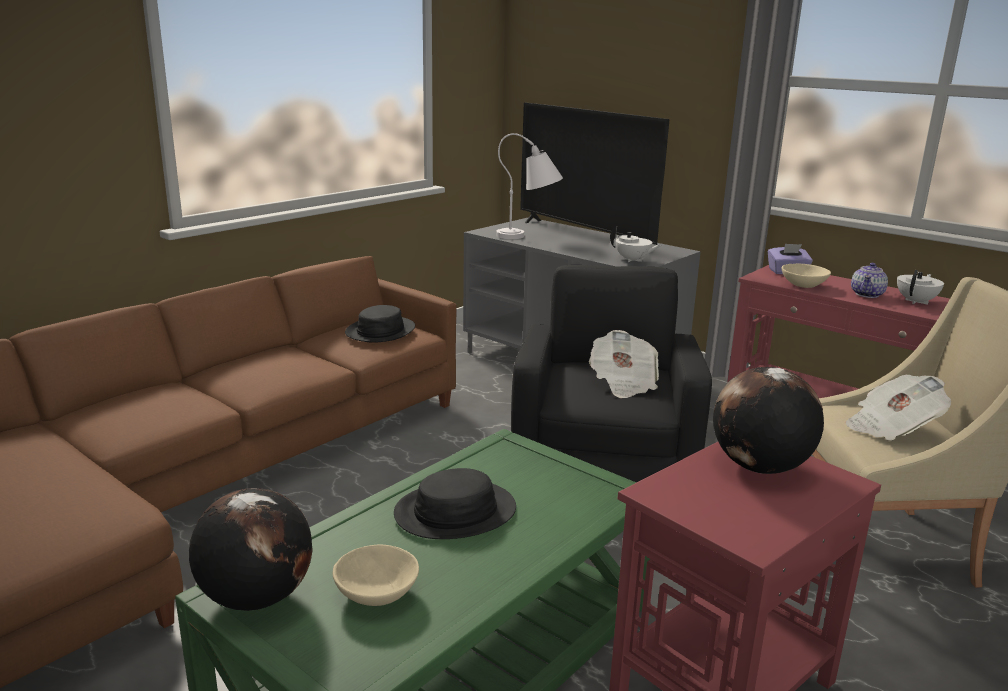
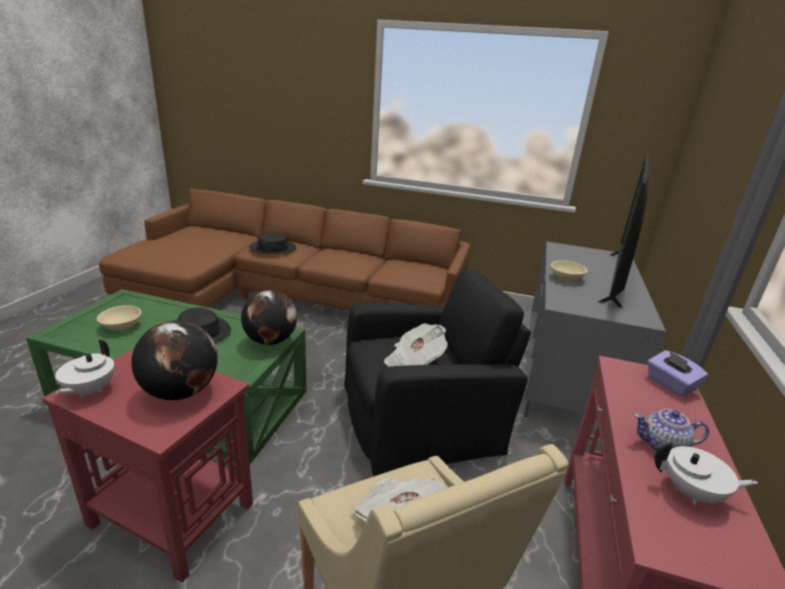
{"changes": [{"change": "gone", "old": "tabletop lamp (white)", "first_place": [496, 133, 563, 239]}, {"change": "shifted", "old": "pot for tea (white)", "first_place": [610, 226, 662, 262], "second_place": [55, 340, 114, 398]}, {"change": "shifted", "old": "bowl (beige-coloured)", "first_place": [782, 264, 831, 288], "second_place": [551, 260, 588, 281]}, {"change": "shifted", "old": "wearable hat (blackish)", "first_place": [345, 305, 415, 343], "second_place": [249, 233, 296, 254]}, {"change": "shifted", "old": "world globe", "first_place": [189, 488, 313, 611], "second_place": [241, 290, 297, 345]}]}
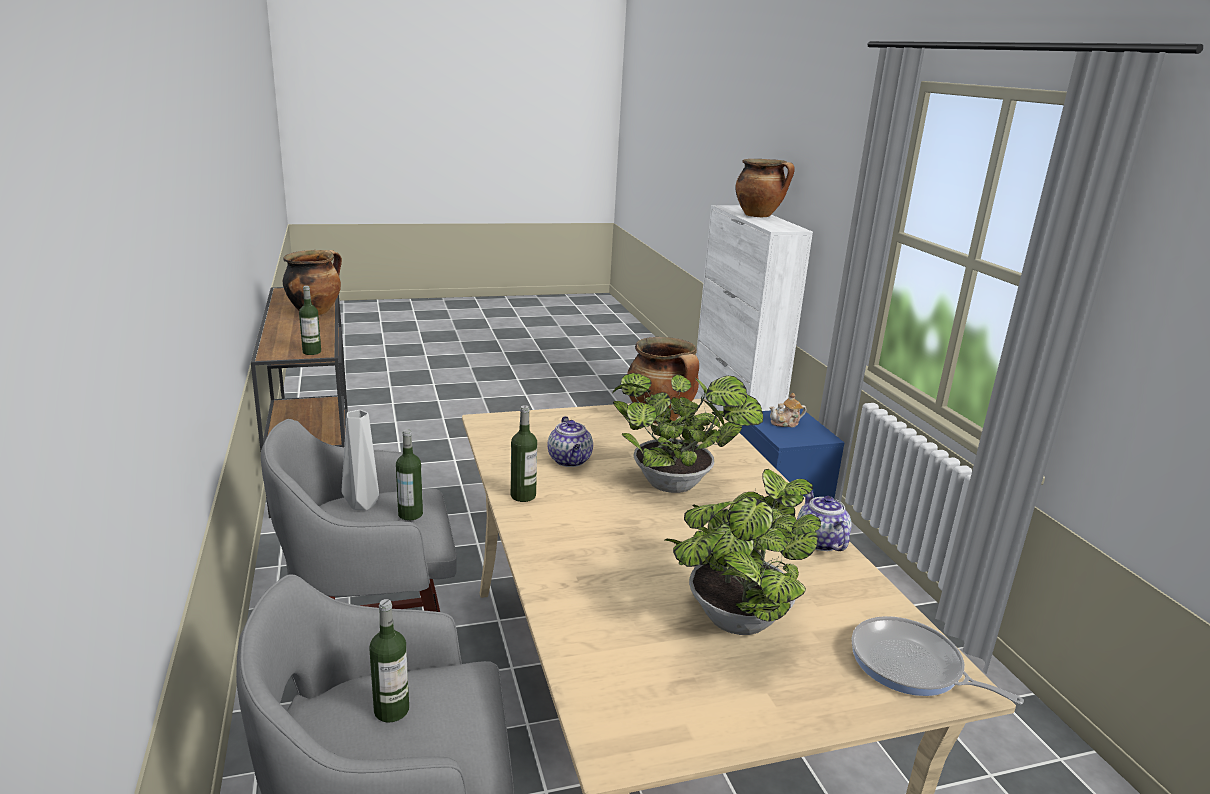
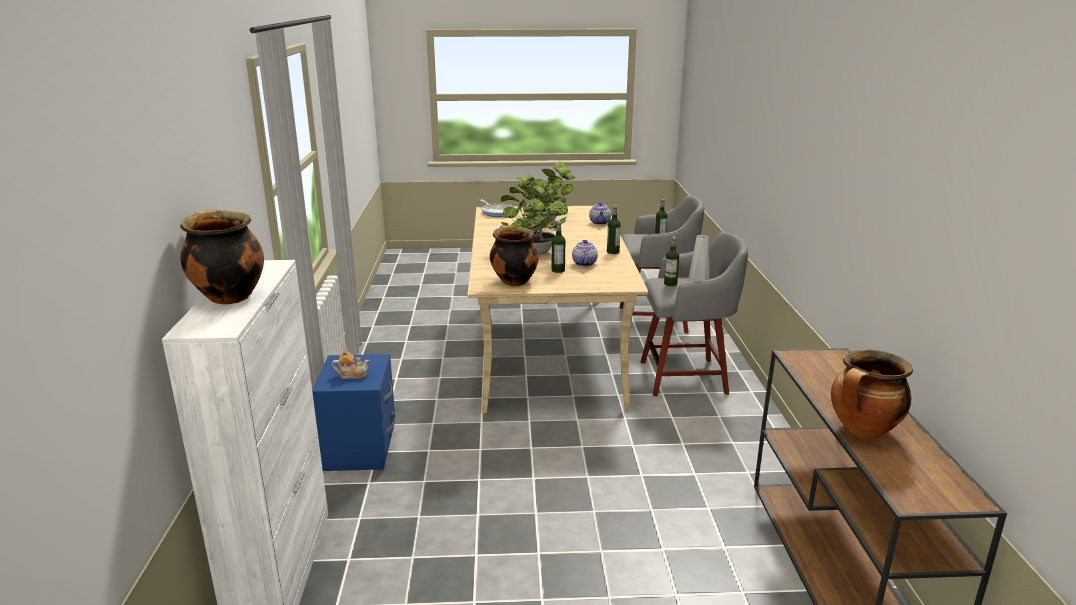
{"changes": [{"change": "shifted", "old": "beverage bottle", "first_place": [299, 286, 321, 355], "second_place": [552, 221, 565, 273]}, {"change": "shifted", "old": "pot for tea", "first_place": [797, 491, 852, 551], "second_place": [589, 202, 611, 225]}]}
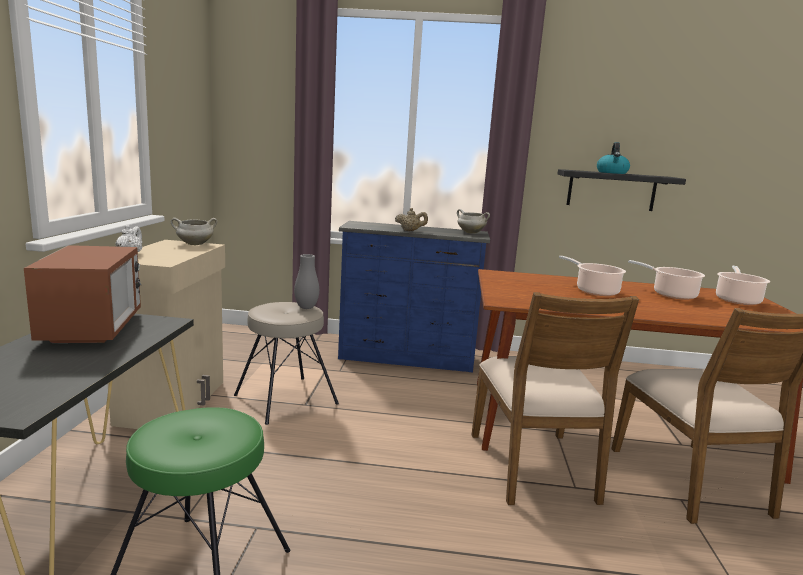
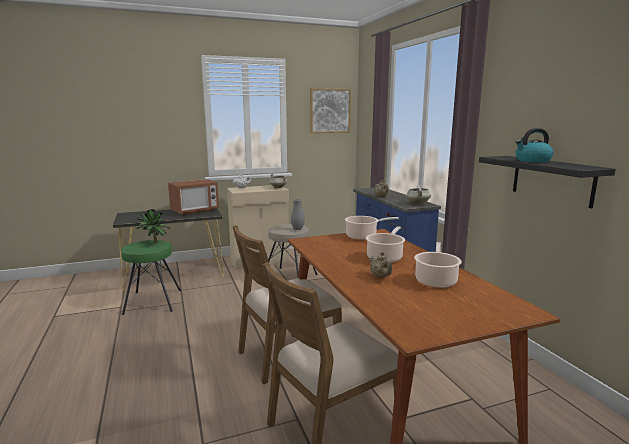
{"changes": [{"change": "shifted", "old": "saucepot", "first_place": [716, 266, 770, 305], "second_place": [345, 216, 399, 240]}, {"change": "new", "new": "picture", "second_place": [310, 88, 351, 133]}, {"change": "new", "new": "potted plant", "second_place": [136, 209, 170, 243]}, {"change": "new", "new": "pot for tea (beige-coloured)", "second_place": [369, 252, 392, 278]}]}
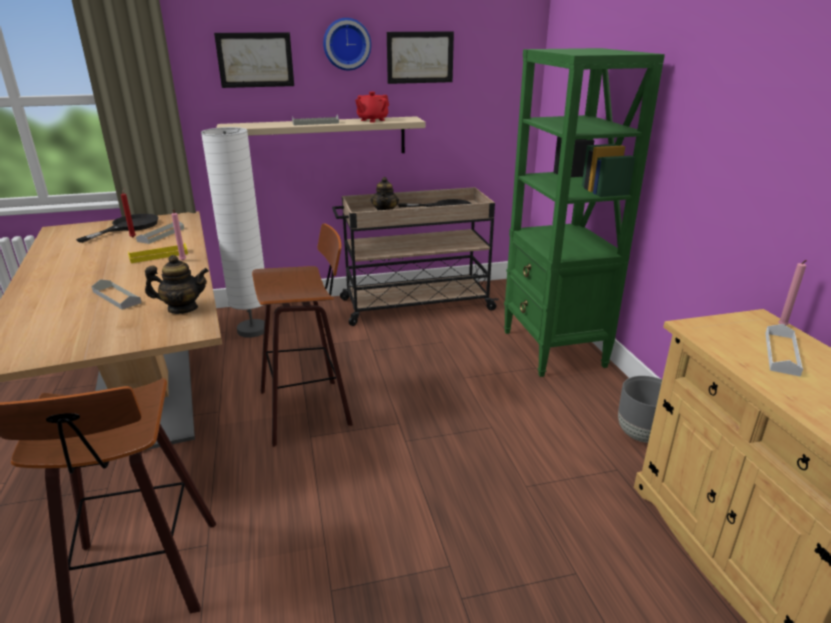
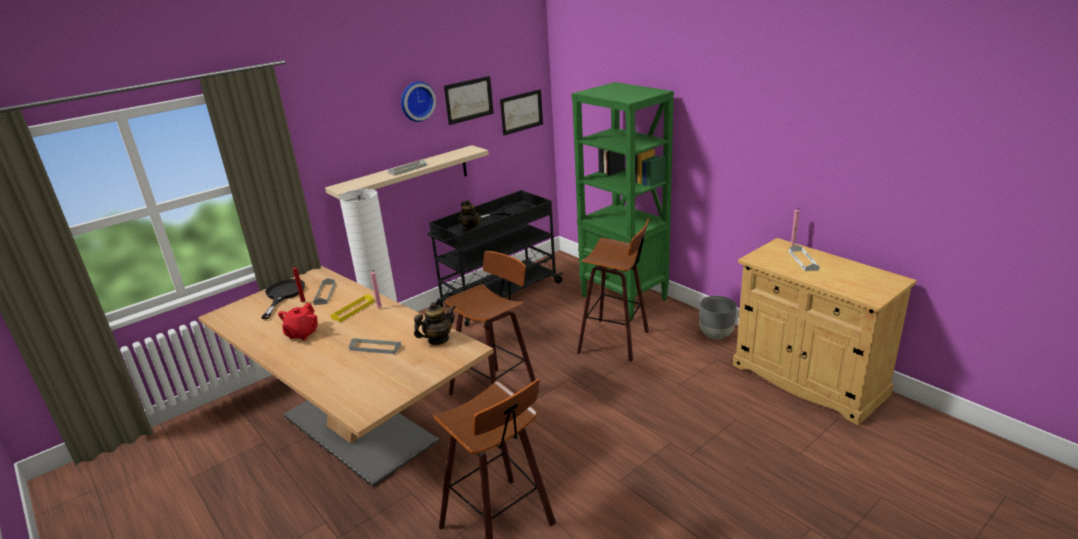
{"changes": [{"change": "shifted", "old": "picture", "first_place": [214, 32, 294, 88], "second_place": [500, 89, 543, 135]}, {"change": "shifted", "old": "pot for tea (red)", "first_place": [355, 92, 389, 122], "second_place": [278, 303, 318, 340]}, {"change": "repainted", "old": "wheeled cart (beige-coloured)", "new": "wheeled cart (blackish)", "first_place": [332, 187, 499, 326], "second_place": [427, 190, 563, 326]}, {"change": "new", "new": "stool", "second_place": [577, 218, 649, 362]}]}
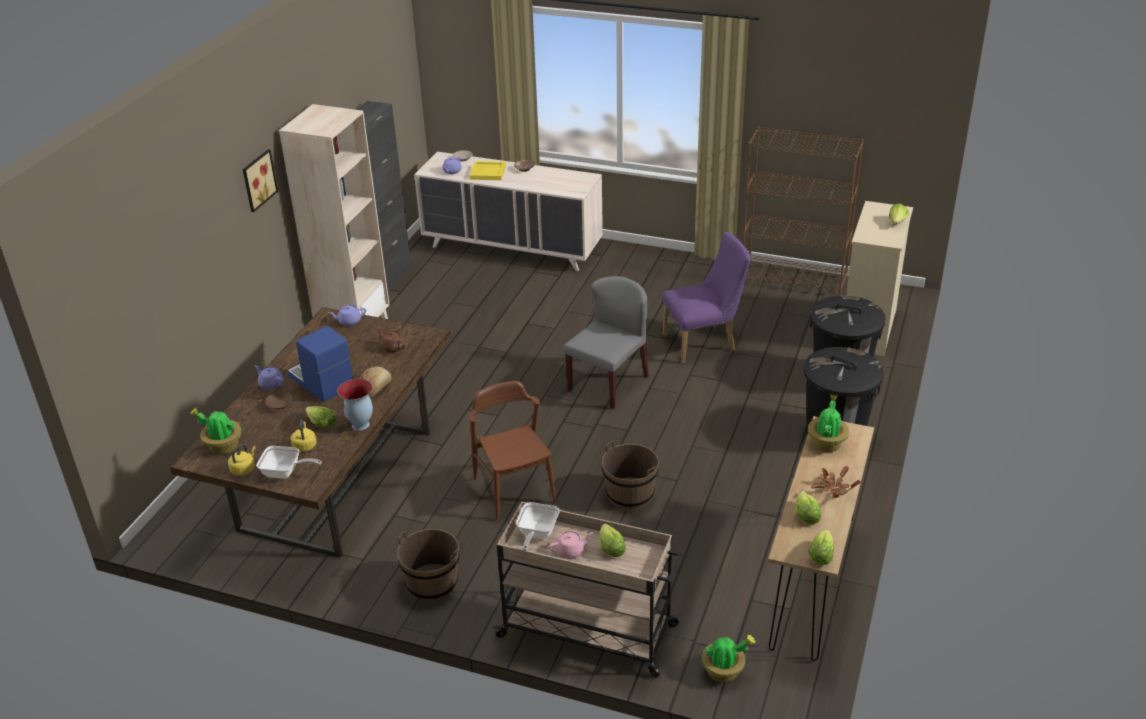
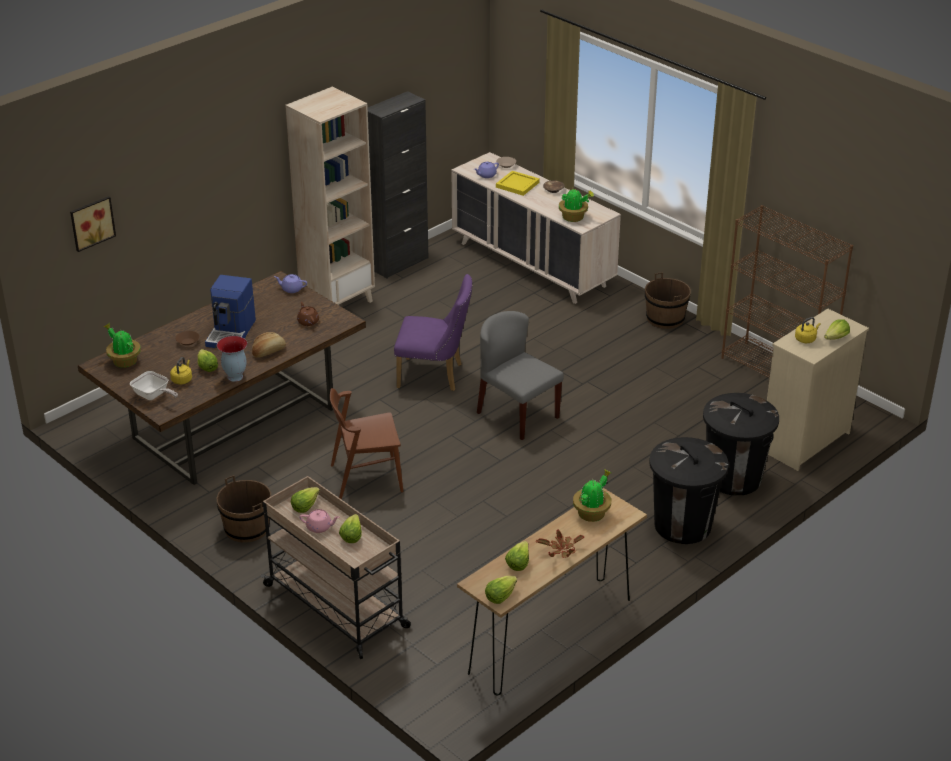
{"changes": [{"change": "shifted", "old": "picture", "first_place": [243, 149, 278, 212], "second_place": [70, 196, 116, 252]}, {"change": "shifted", "old": "chair (purple)", "first_place": [662, 232, 751, 363], "second_place": [394, 274, 473, 391]}, {"change": "rotated", "old": "chair (gray)", "first_place": [563, 276, 649, 409], "second_place": [477, 311, 564, 440], "degrees": -105}, {"change": "rotated", "old": "coffee maker", "first_place": [287, 326, 353, 402], "second_place": [205, 275, 256, 348], "degrees": -150}, {"change": "gone", "old": "pot for tea (purple)", "first_place": [254, 365, 284, 390]}, {"change": "rotated", "old": "chair (brownish)", "first_place": [469, 381, 557, 521], "second_place": [330, 388, 403, 500], "degrees": -105}, {"change": "shifted", "old": "pail (brownish)", "first_place": [602, 441, 659, 509], "second_place": [645, 272, 691, 329]}, {"change": "shifted", "old": "tea kettle (yellow-coloured)", "first_place": [228, 444, 256, 476], "second_place": [795, 317, 821, 343]}, {"change": "swapped", "old": "skillet", "new": "head of lettuce", "first_place": [516, 502, 560, 551], "second_place": [291, 487, 320, 513]}, {"change": "shifted", "old": "potted plant", "first_place": [702, 635, 756, 682], "second_place": [559, 188, 594, 222]}]}
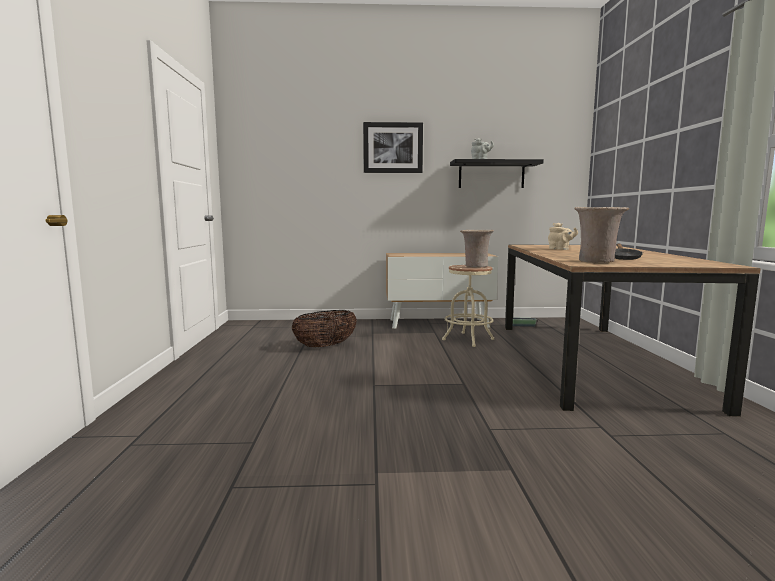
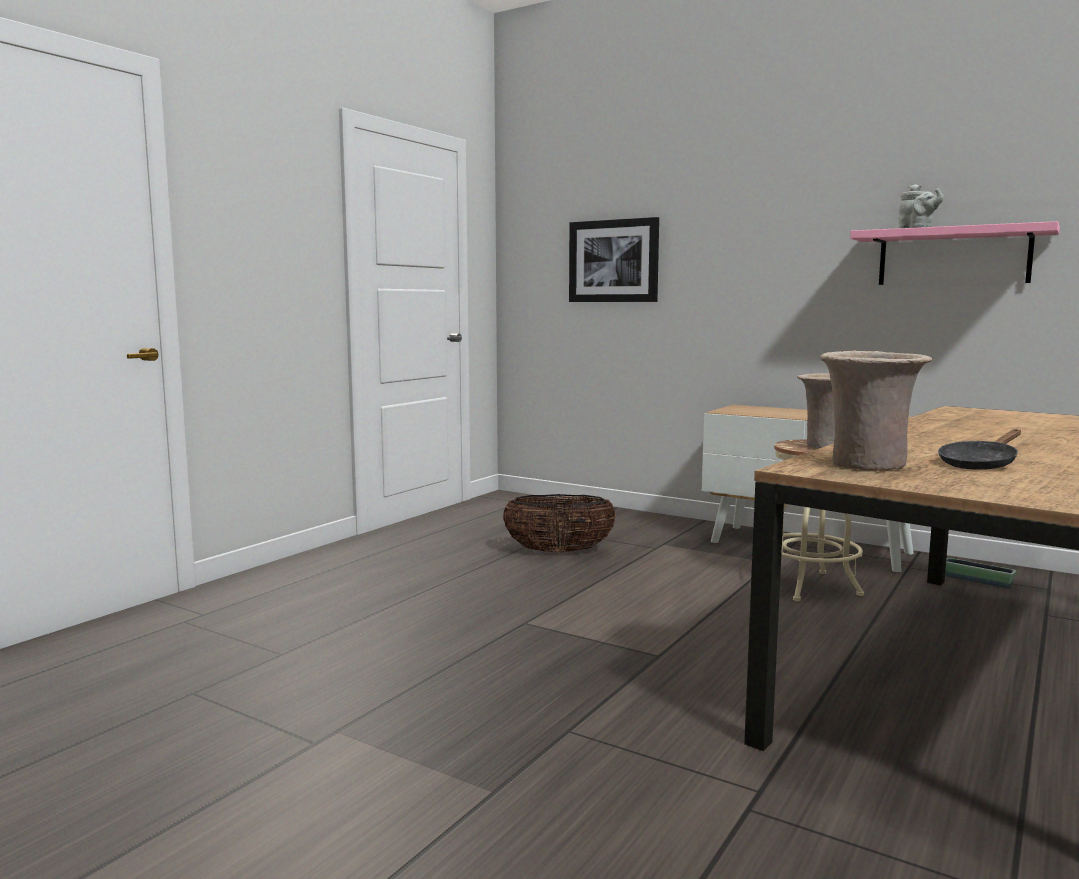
{"changes": [{"change": "shifted", "old": "picture", "first_place": [363, 122, 423, 173], "second_place": [569, 217, 659, 302]}, {"change": "repainted", "old": "shelf (blackish)", "new": "shelf (pinkish)", "first_place": [450, 159, 544, 188], "second_place": [850, 221, 1060, 285]}, {"change": "gone", "old": "pot for tea (beige-coloured)", "first_place": [548, 223, 578, 250]}]}
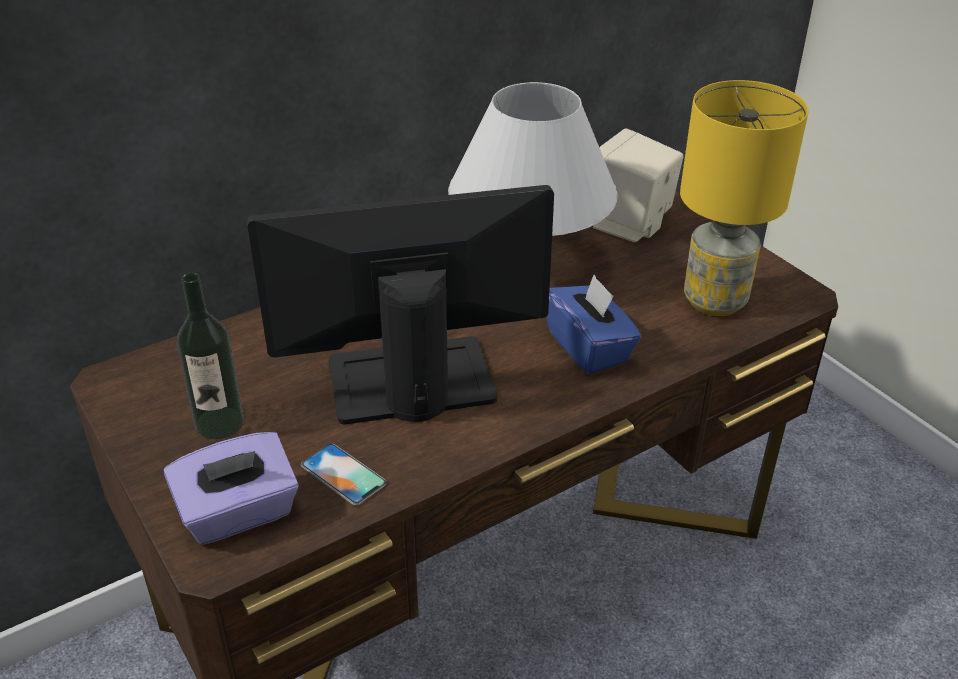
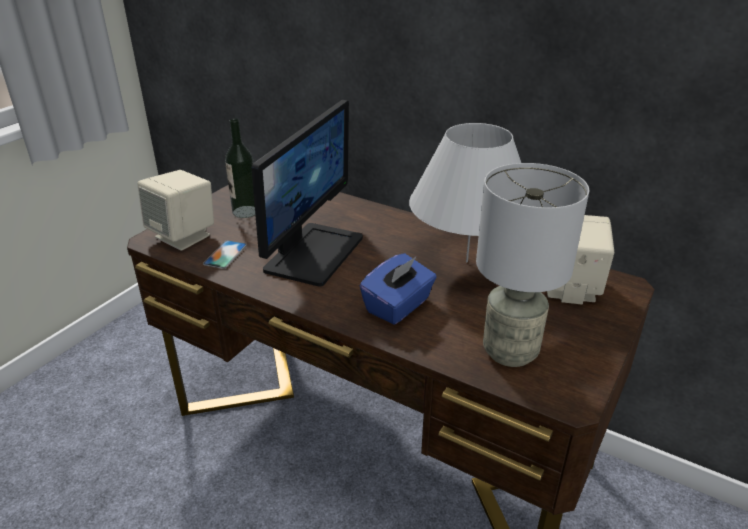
{"changes": [{"change": "repainted", "old": "tabletop lamp (yellow-coloured)", "new": "tabletop lamp (gray)", "first_place": [680, 80, 809, 316], "second_place": [476, 163, 589, 367]}, {"change": "rotated", "old": "monitor", "first_place": [247, 185, 554, 424], "second_place": [252, 100, 363, 287], "degrees": 60}, {"change": "swapped", "old": "tissue box (purple)", "new": "loudspeaker (beige-coloured)", "first_place": [163, 432, 299, 545], "second_place": [137, 170, 214, 251]}]}
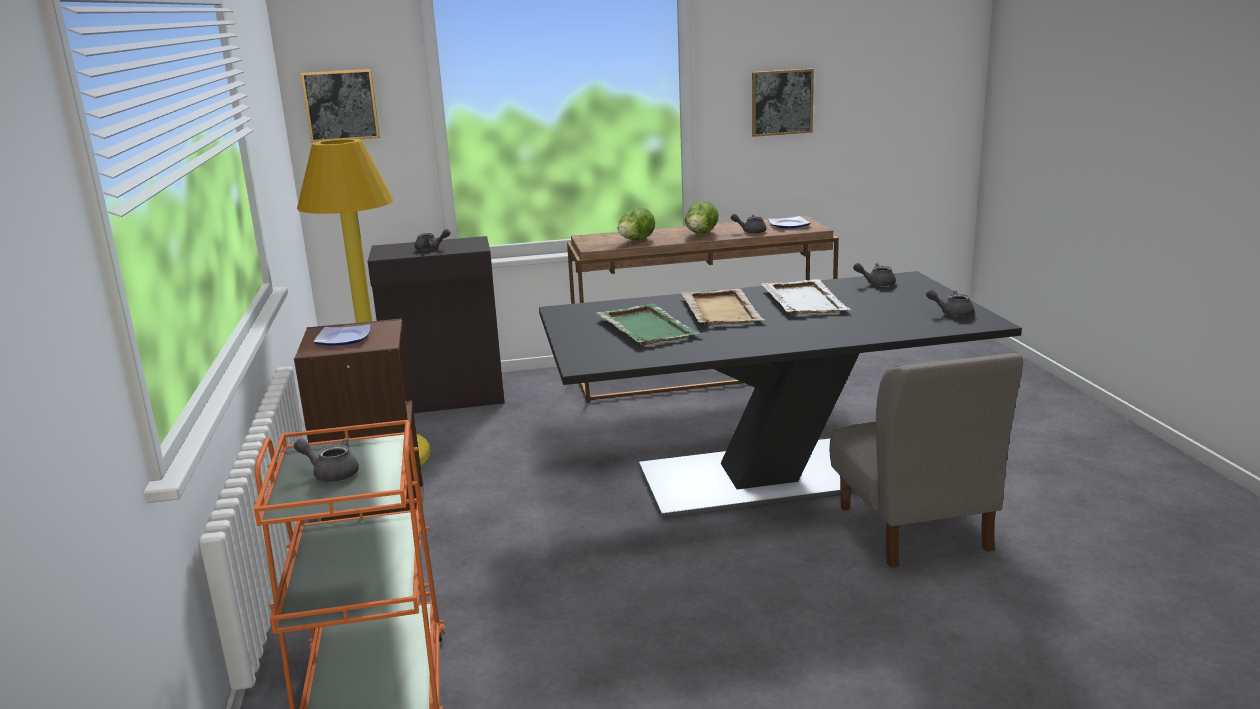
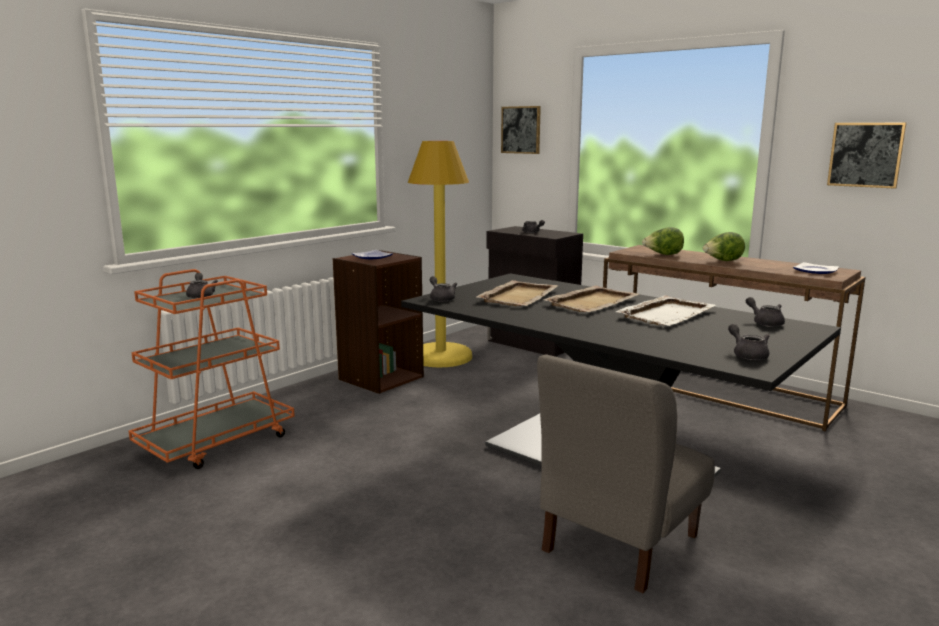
{"changes": [{"change": "shifted", "old": "pot for tea (gray)", "first_place": [731, 214, 767, 234], "second_place": [430, 276, 457, 302]}, {"change": "repainted", "old": "serving tray (green)", "new": "serving tray (beige-coloured)", "first_place": [596, 303, 701, 345], "second_place": [477, 280, 558, 306]}]}
